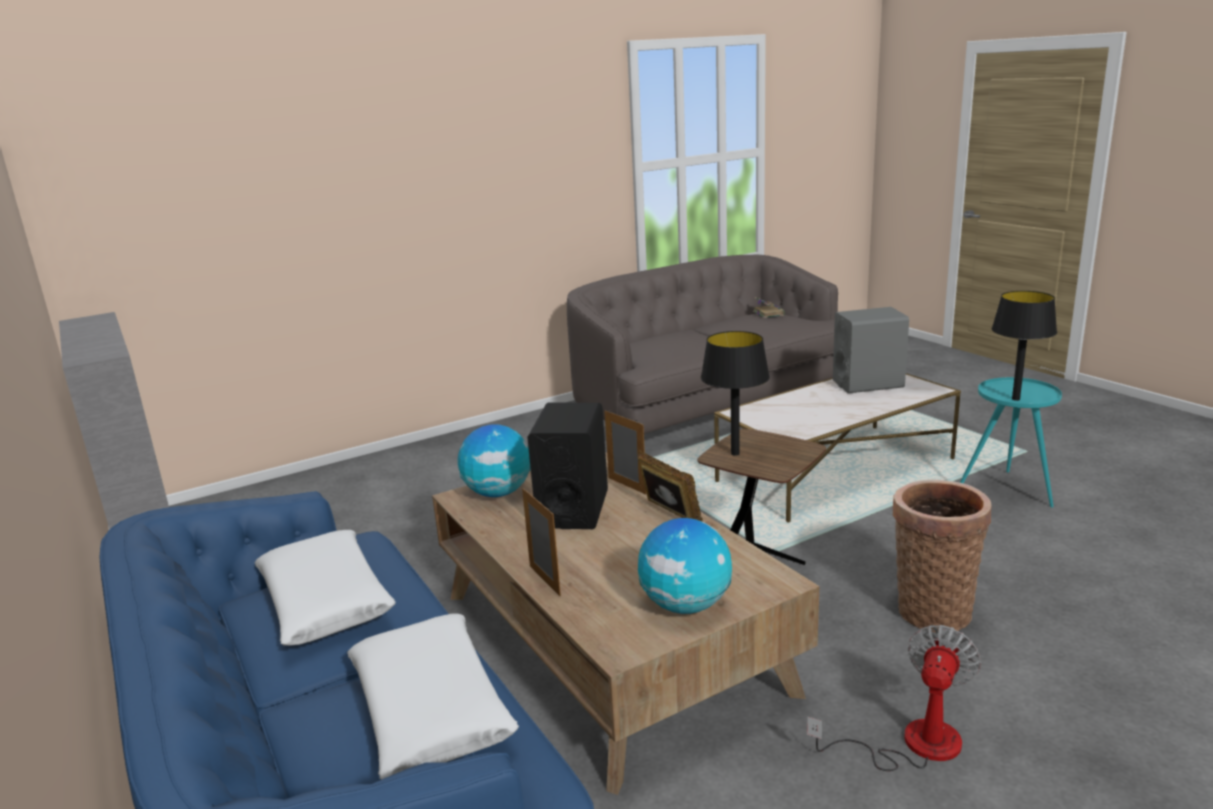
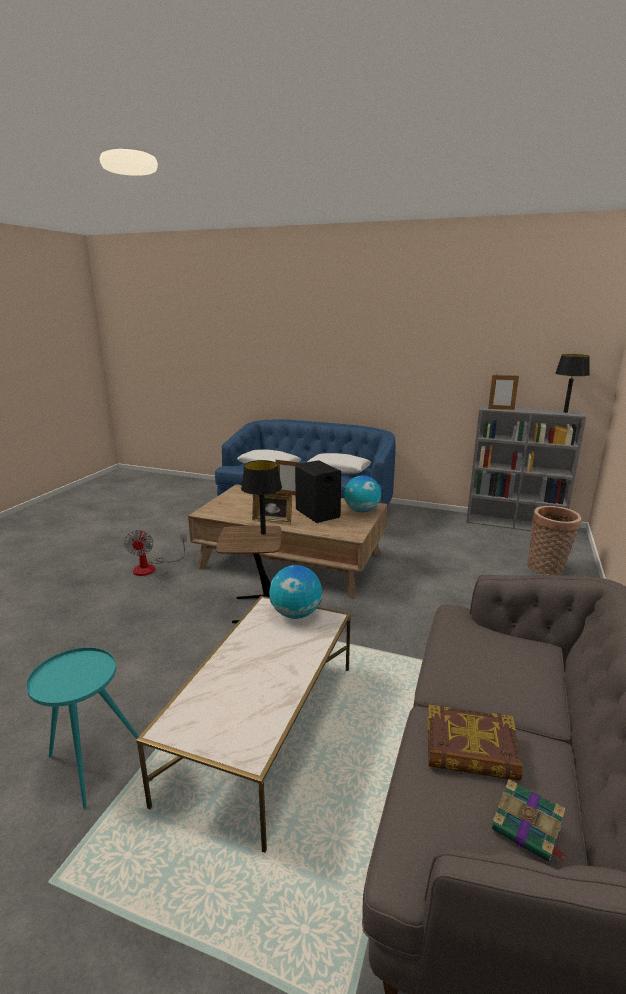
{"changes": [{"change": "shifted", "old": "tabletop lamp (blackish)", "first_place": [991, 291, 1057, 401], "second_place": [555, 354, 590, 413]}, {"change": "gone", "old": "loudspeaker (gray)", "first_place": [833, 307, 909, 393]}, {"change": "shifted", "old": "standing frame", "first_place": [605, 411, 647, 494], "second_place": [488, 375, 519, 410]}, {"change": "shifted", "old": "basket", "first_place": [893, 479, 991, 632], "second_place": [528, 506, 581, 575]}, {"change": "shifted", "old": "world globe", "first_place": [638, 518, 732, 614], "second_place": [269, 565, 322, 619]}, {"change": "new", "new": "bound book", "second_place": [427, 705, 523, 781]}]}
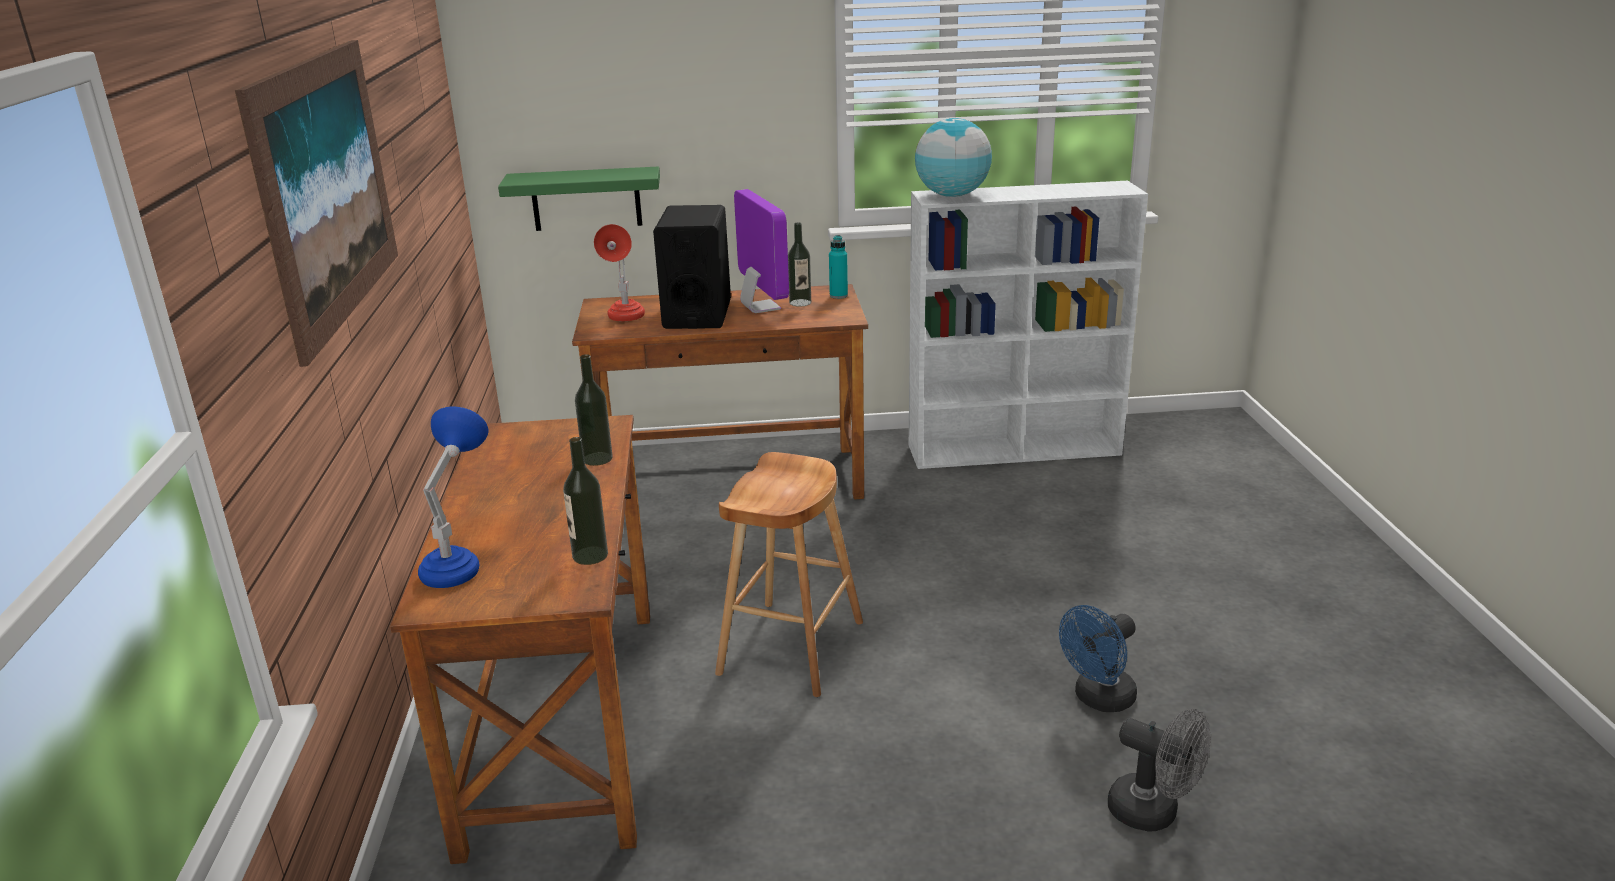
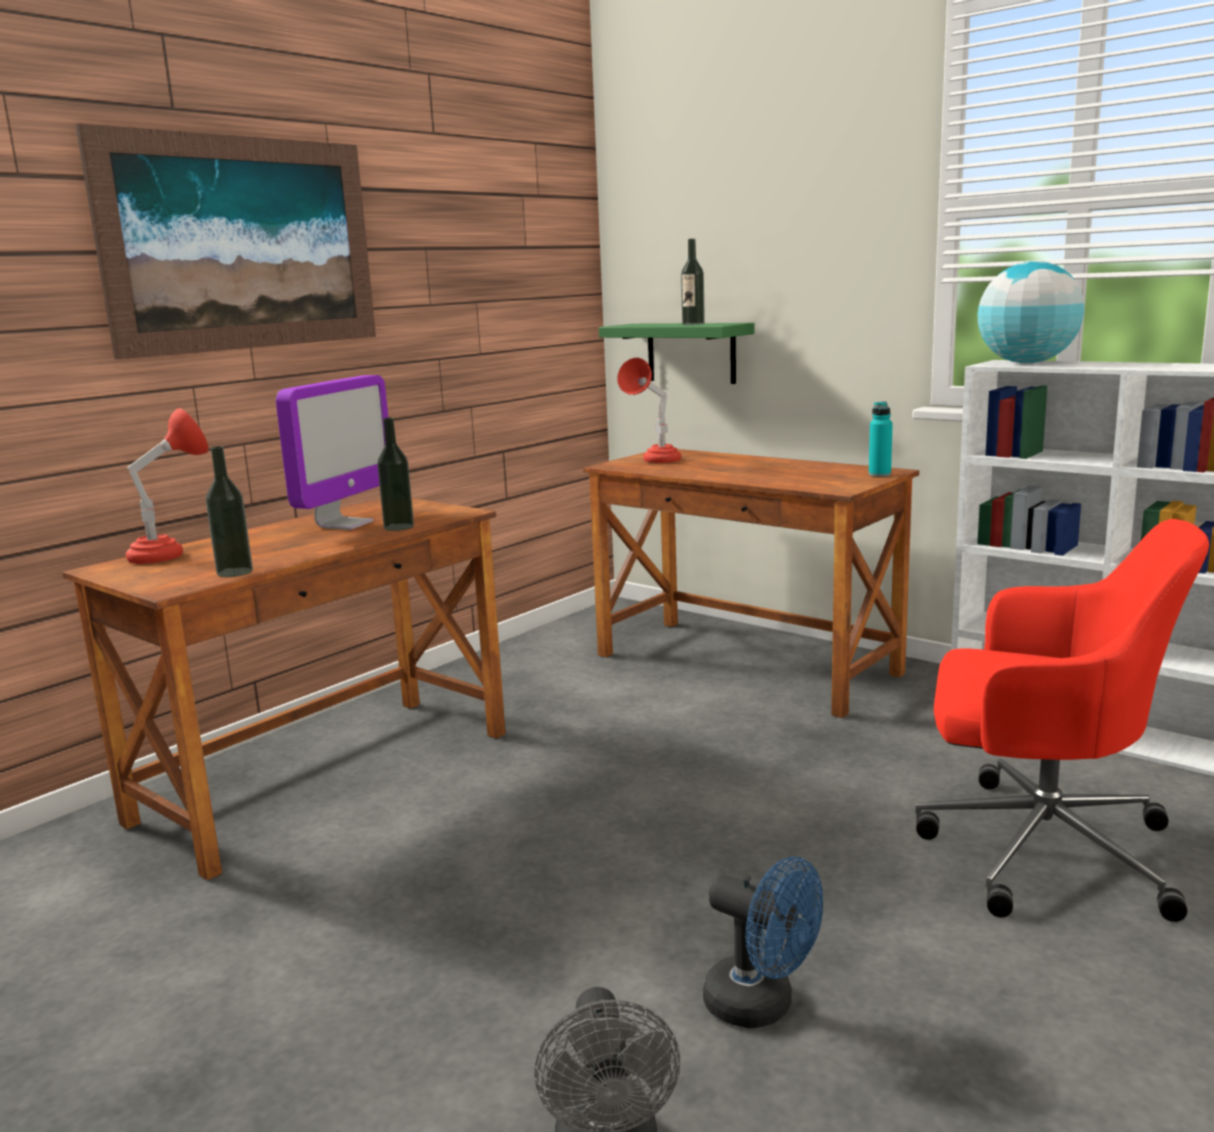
{"changes": [{"change": "shifted", "old": "monitor", "first_place": [734, 189, 789, 313], "second_place": [276, 375, 388, 530]}, {"change": "gone", "old": "loudspeaker (blackish)", "first_place": [653, 205, 731, 329]}, {"change": "shifted", "old": "beverage bottle", "first_place": [788, 223, 811, 307], "second_place": [681, 239, 705, 325]}, {"change": "repainted", "old": "tabletop lamp (blue-coloured)", "new": "tabletop lamp (red)", "first_place": [418, 406, 488, 588], "second_place": [126, 408, 209, 564]}, {"change": "gone", "old": "stool (brownish)", "first_place": [715, 452, 863, 697]}, {"change": "rotated", "old": "cooling fan (blue-coloured)", "first_place": [1059, 605, 1137, 712], "second_place": [703, 857, 823, 1028], "degrees": -150}, {"change": "new", "new": "desk chair (red)", "second_place": [915, 519, 1209, 922]}]}
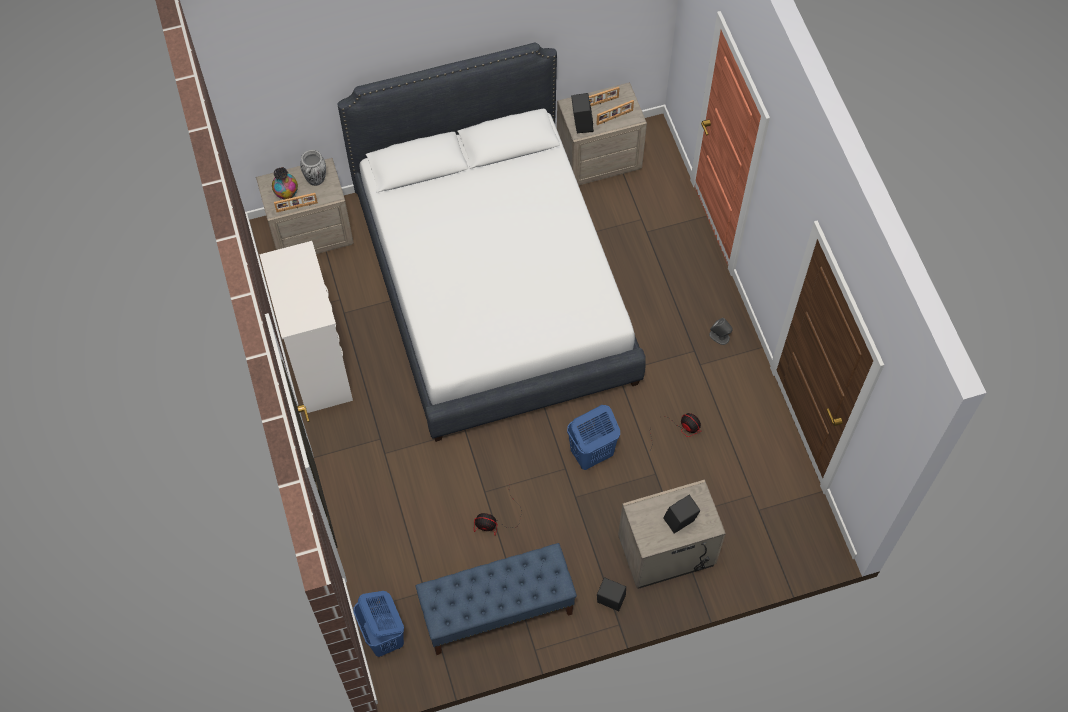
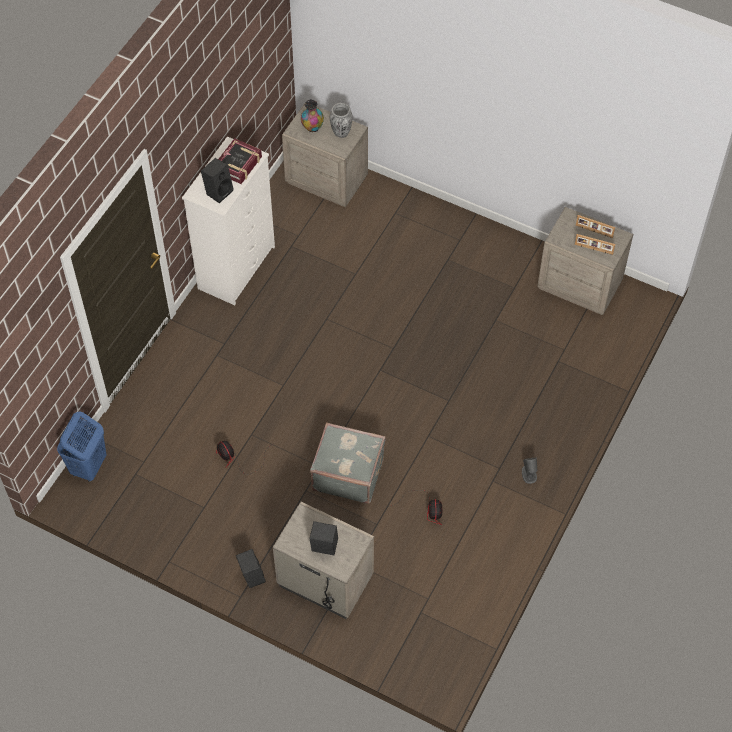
{"changes": [{"change": "gone", "old": "bed (white)", "first_place": [337, 43, 646, 442]}, {"change": "shifted", "old": "loudspeaker (blackish)", "first_place": [571, 93, 594, 133], "second_place": [201, 158, 234, 203]}, {"change": "gone", "old": "standing frame", "first_place": [274, 193, 318, 212]}, {"change": "swapped", "old": "hamper (blue-coloured)", "new": "piece of luggage (gray)", "first_place": [567, 405, 620, 470], "second_place": [310, 422, 386, 504]}, {"change": "gone", "old": "bench (blue-coloured)", "first_place": [415, 543, 577, 655]}, {"change": "new", "new": "bound book", "second_place": [219, 138, 262, 184]}]}
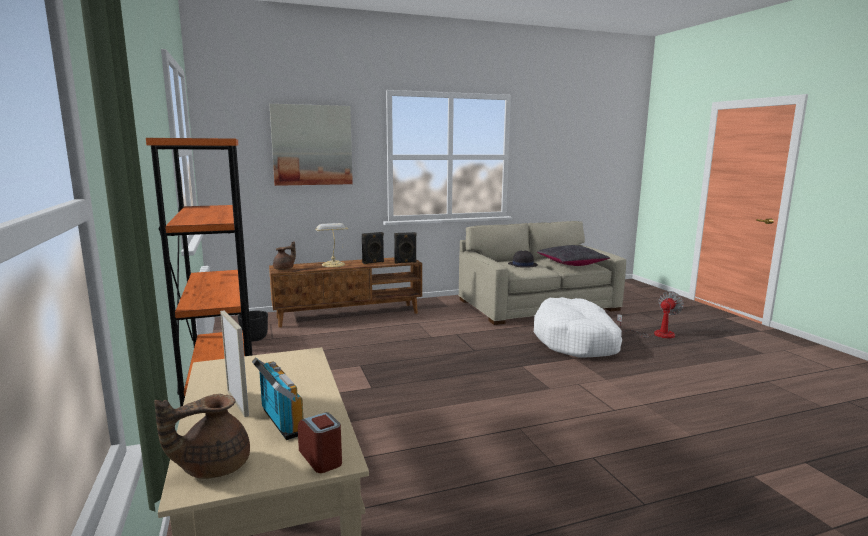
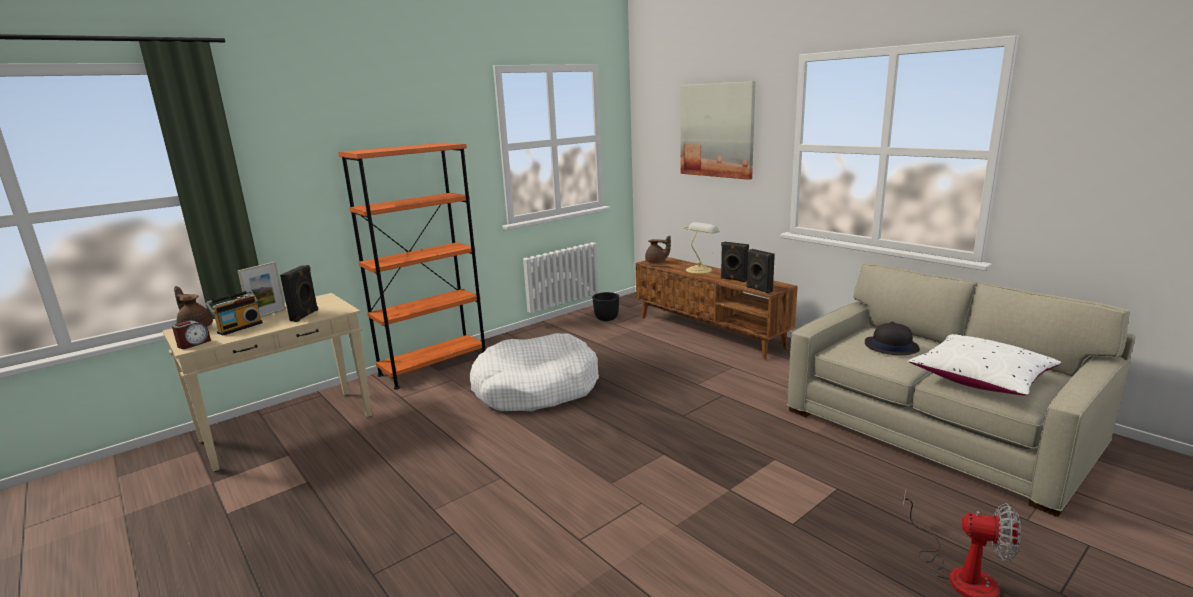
{"changes": [{"change": "repainted", "old": "pillow (blackish)", "new": "pillow (white)", "first_place": [537, 245, 610, 266], "second_place": [908, 334, 1061, 395]}, {"change": "shifted", "old": "pet bed (white)", "first_place": [534, 297, 622, 357], "second_place": [470, 333, 599, 411]}, {"change": "new", "new": "loudspeaker (blackish)", "second_place": [280, 265, 318, 322]}]}
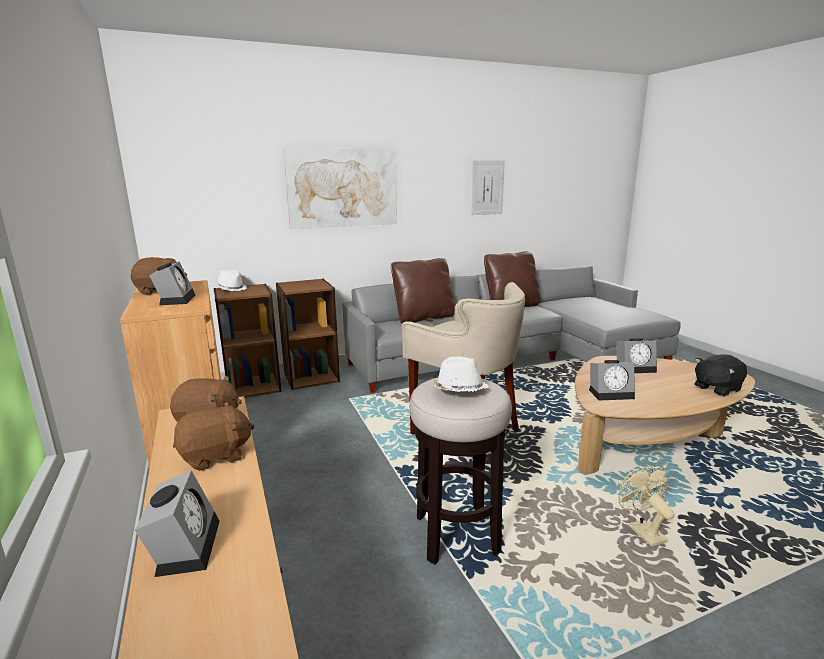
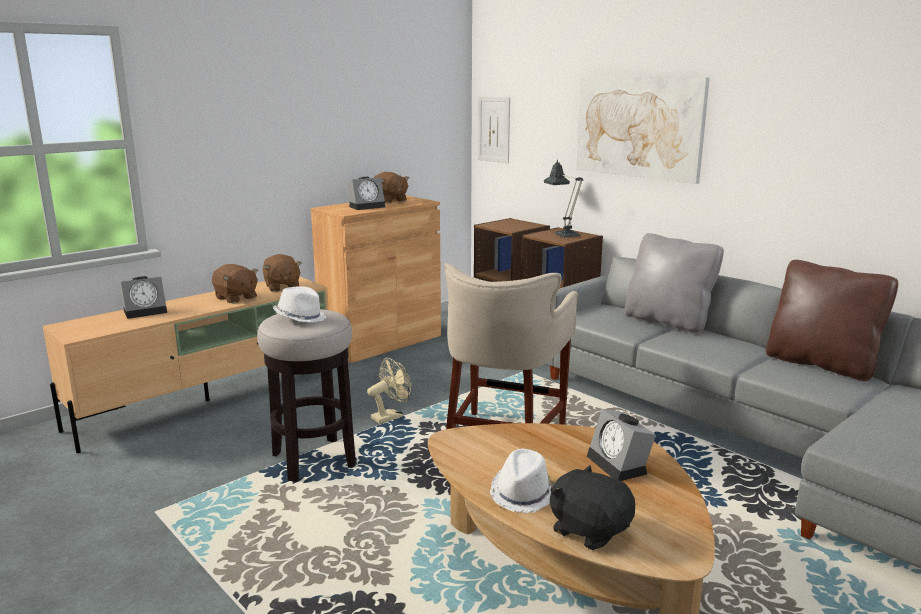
{"changes": [{"change": "shifted", "old": "picture", "first_place": [471, 160, 505, 215], "second_place": [478, 96, 510, 163]}, {"change": "repainted", "old": "pillow (brownish)", "new": "pillow (gray)", "first_place": [391, 258, 455, 324], "second_place": [624, 233, 724, 334]}, {"change": "shifted", "old": "wearable hat (white)", "first_place": [215, 270, 247, 291], "second_place": [490, 449, 555, 513]}, {"change": "gone", "old": "table clock", "first_place": [589, 360, 635, 400]}, {"change": "shifted", "old": "cooling fan (beige-coloured)", "first_place": [619, 466, 674, 547], "second_place": [367, 358, 411, 424]}, {"change": "new", "new": "tabletop lamp", "second_place": [544, 160, 583, 238]}]}
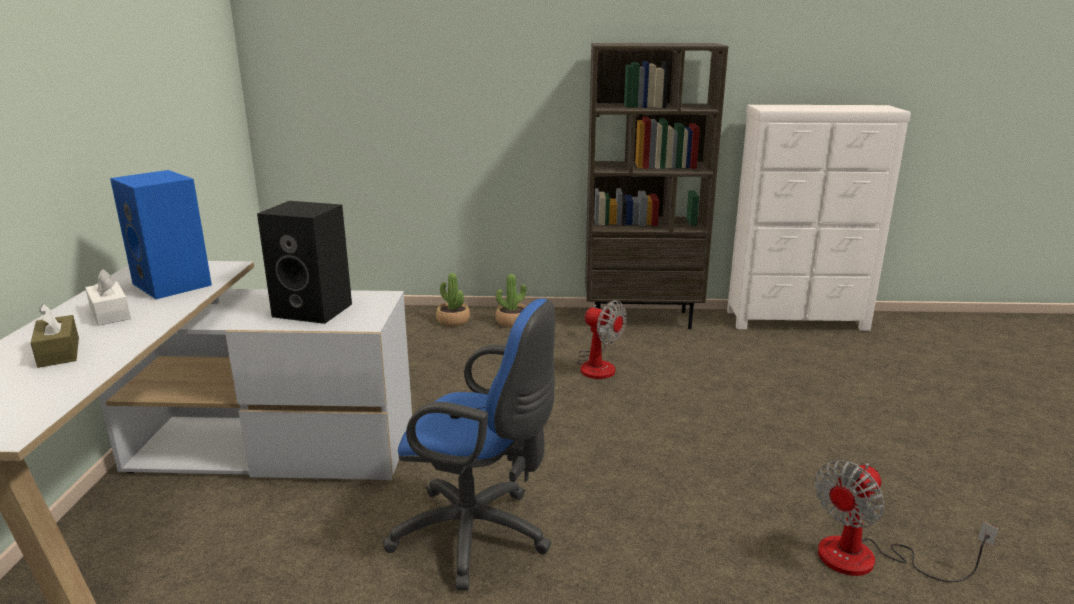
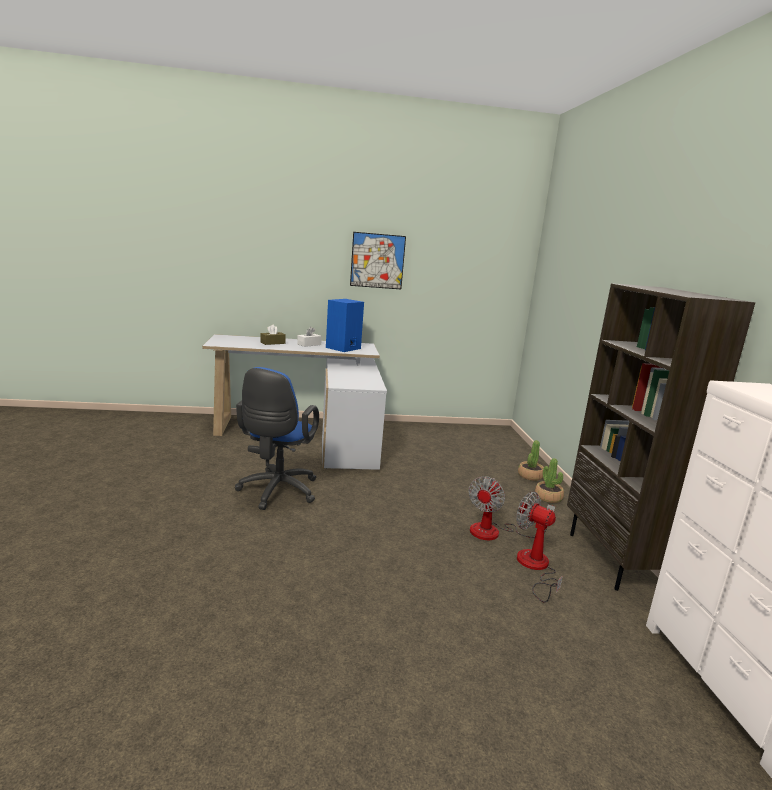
{"changes": [{"change": "gone", "old": "loudspeaker (blackish)", "first_place": [257, 201, 352, 324]}, {"change": "shifted", "old": "cooling fan", "first_place": [815, 460, 999, 582], "second_place": [516, 492, 563, 603]}, {"change": "new", "new": "picture", "second_place": [350, 232, 406, 289]}]}
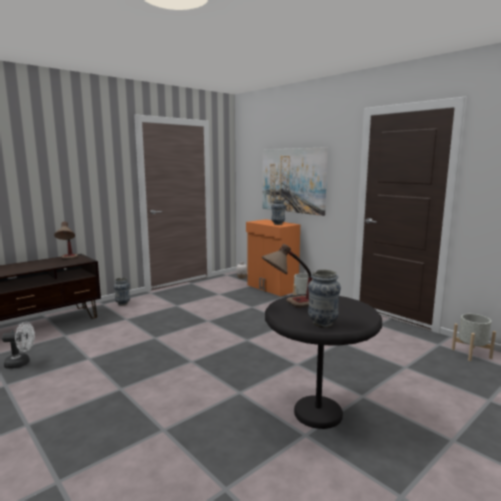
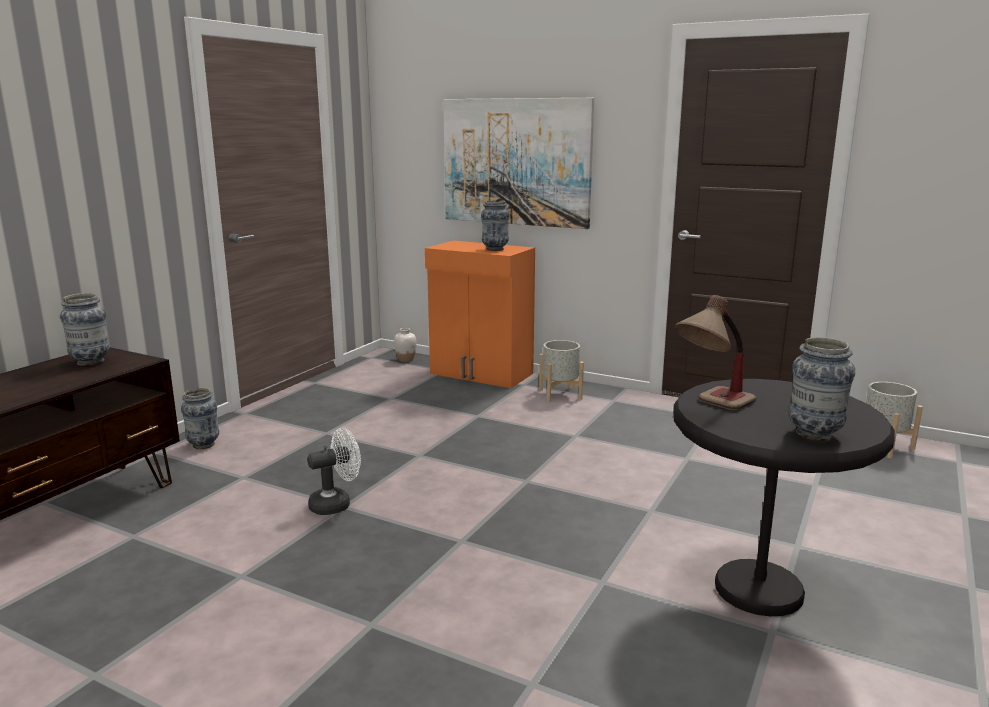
{"changes": [{"change": "swapped", "old": "tabletop lamp", "new": "flower vase", "first_place": [54, 222, 78, 259], "second_place": [60, 293, 110, 366]}, {"change": "shifted", "old": "cooling fan (white)", "first_place": [2, 322, 35, 369], "second_place": [307, 428, 361, 515]}]}
